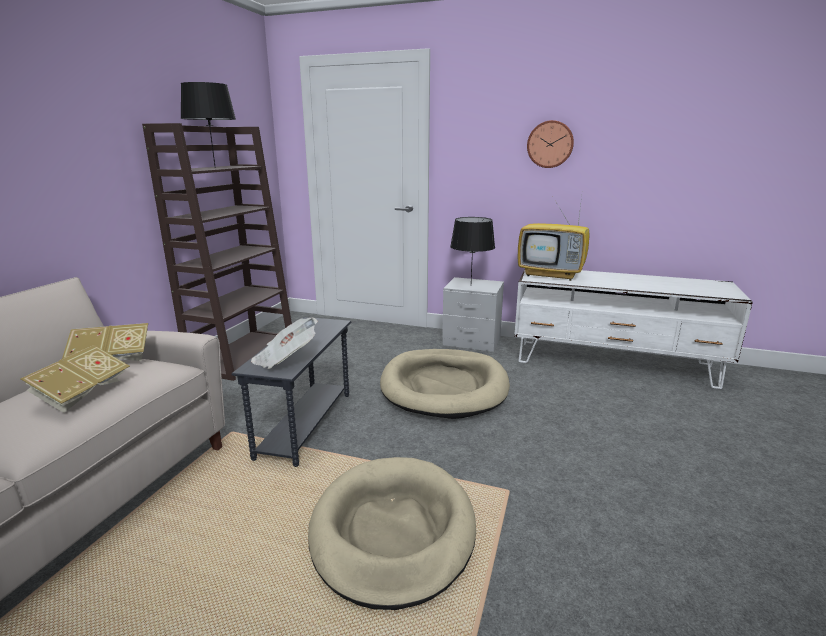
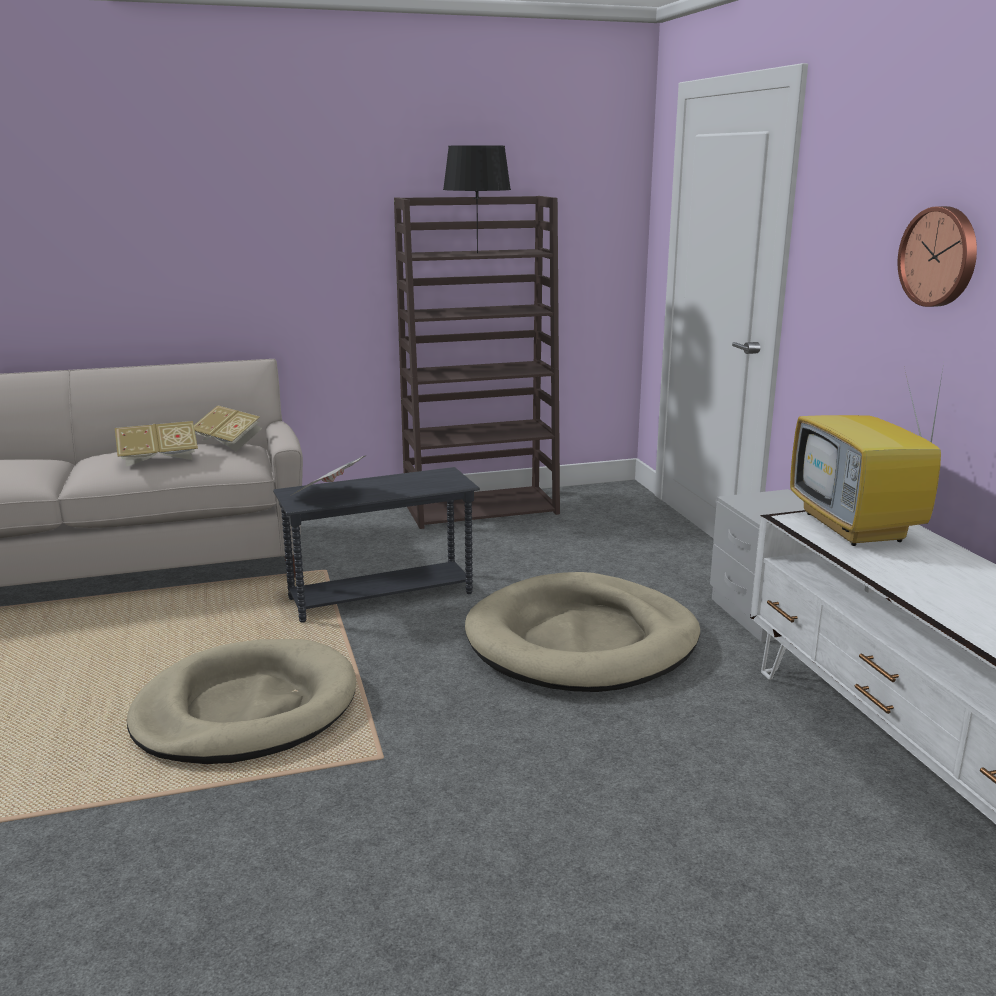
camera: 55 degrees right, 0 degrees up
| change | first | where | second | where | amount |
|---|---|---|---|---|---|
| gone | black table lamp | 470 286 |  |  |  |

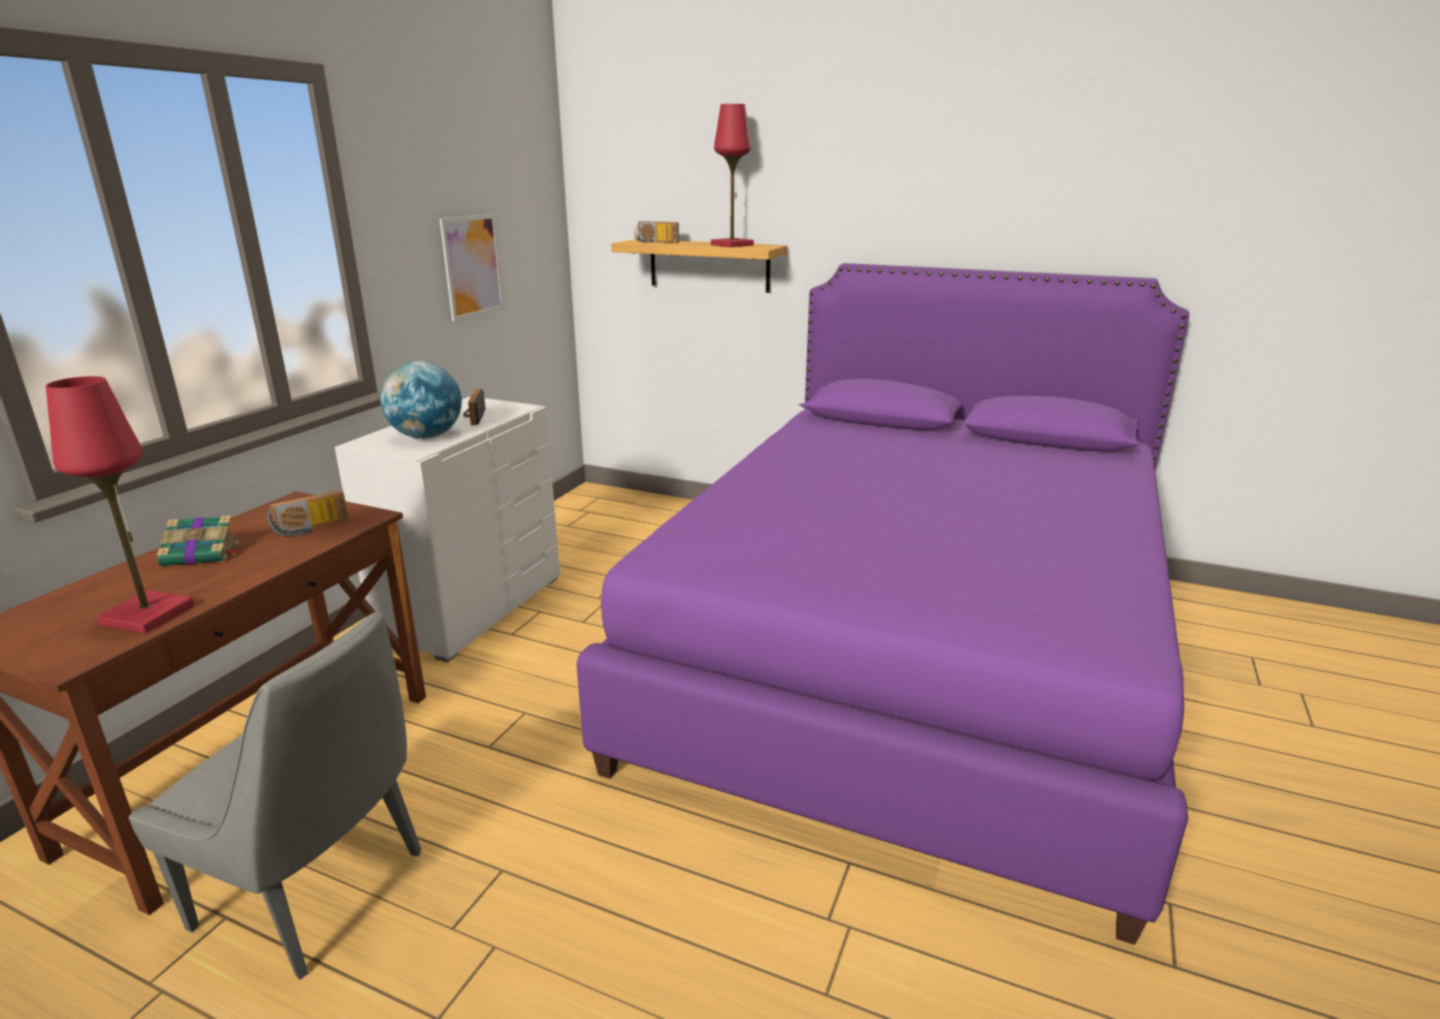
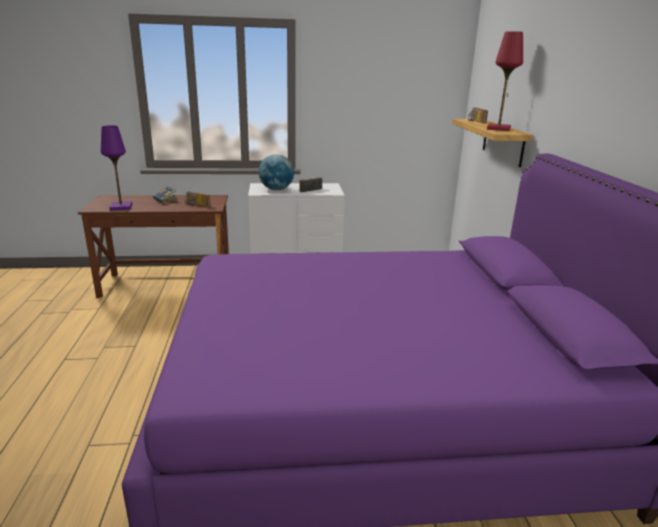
camera: 60 degrees right, 0 degrees up
| change | first | where | second | where | amount |
|---|---|---|---|---|---|
| repainted | red table lamp | 148 615 | purple table lamp | 121 207 |  |
| gone | grey chair | 317 891 |  |  |  |
| gone | picture | 472 266 |  |  |  |

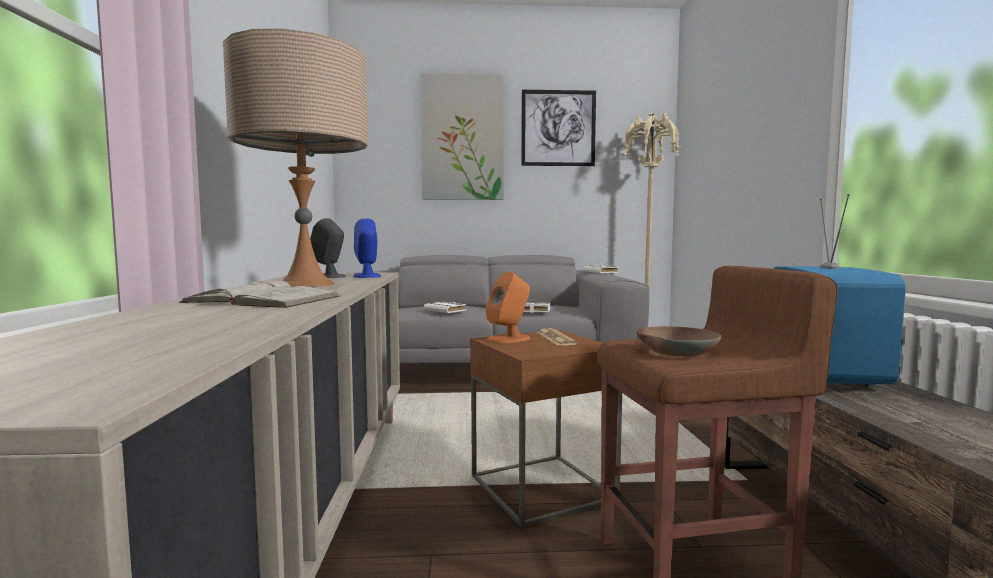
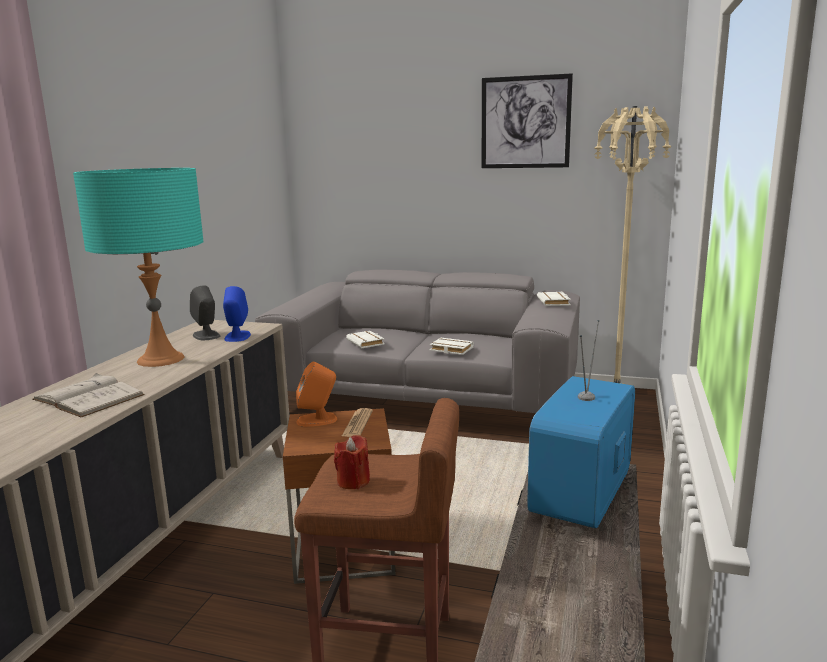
camera: 20 degrees right, 10 degrees up
| change | first | where | second | where | amount |
|---|---|---|---|---|---|
| repainted | beige table lamp | 306 284 | turquoise table lamp | 161 359 |  |
| gone | picture | 462 138 |  |  |  |
| swapped | brown bowl | 676 351 | red candle | 353 481 |  |

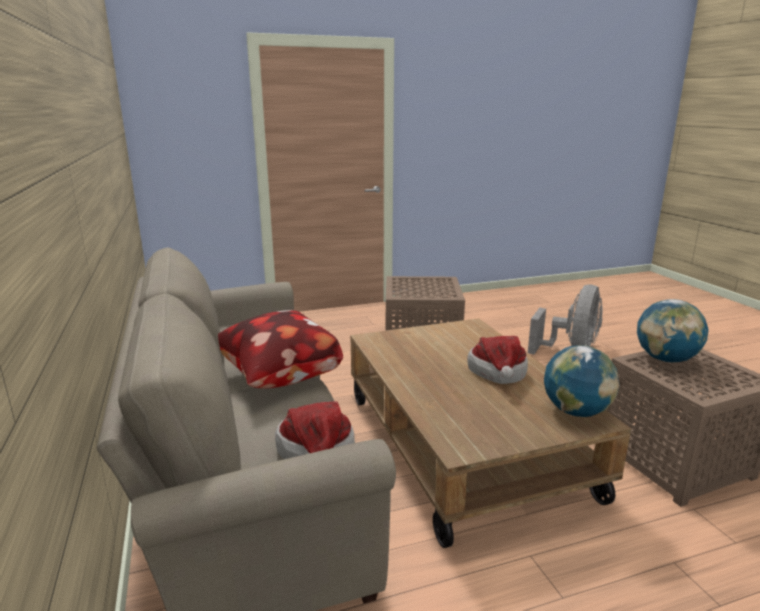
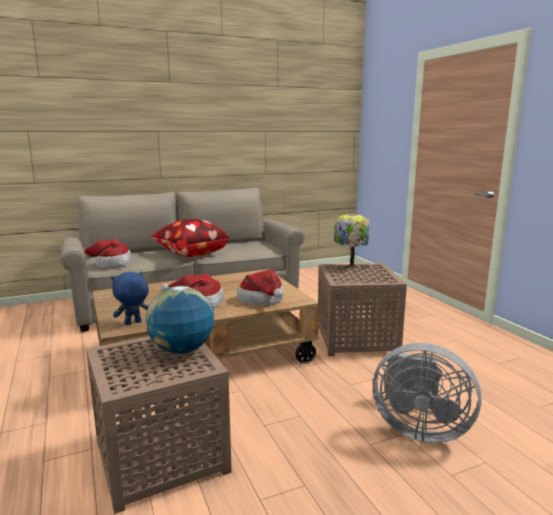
camera: 85 degrees right, 5 degrees down
| change | first | where | second | where | amount |
|---|---|---|---|---|---|
| swapped | globe | 576 411 | blue plush toy | 133 323 |  |
| new |  |  | hat | 262 300 |  |
| new |  |  | table lamp | 350 267 |  |

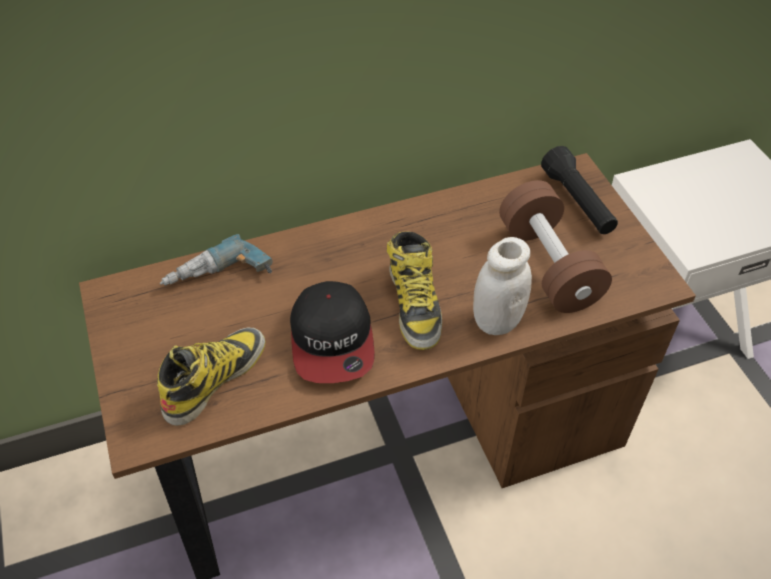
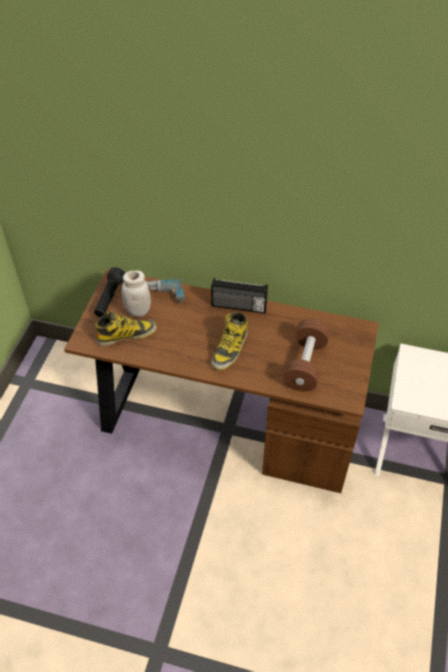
camera: 35 degrees right, 0 degrees up
| change | first | where | second | where | amount |
|---|---|---|---|---|---|
| gone | cap | 332 340 |  |  |  |
| shifted | white jar | 497 320 |  | 138 310 |  |
| shifted | black flashlight | 578 203 |  | 109 298 |  |
| new |  |  | radio | 239 307 |  |

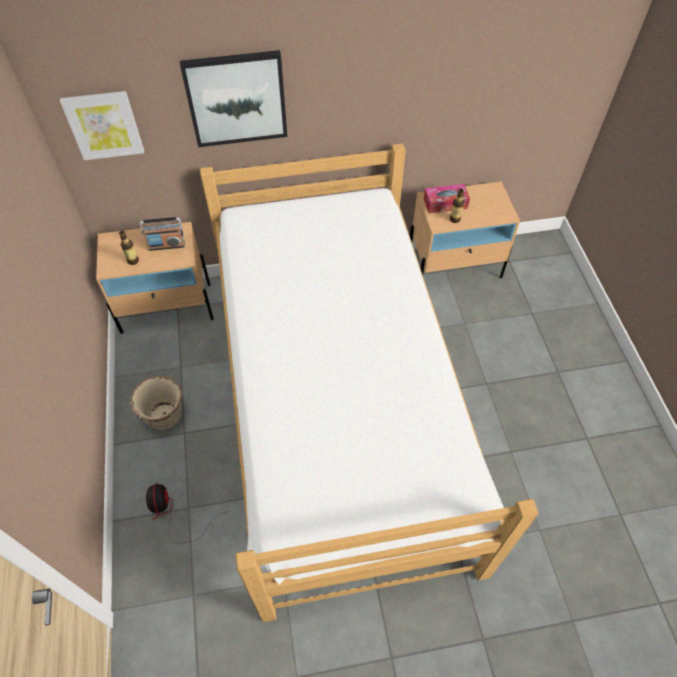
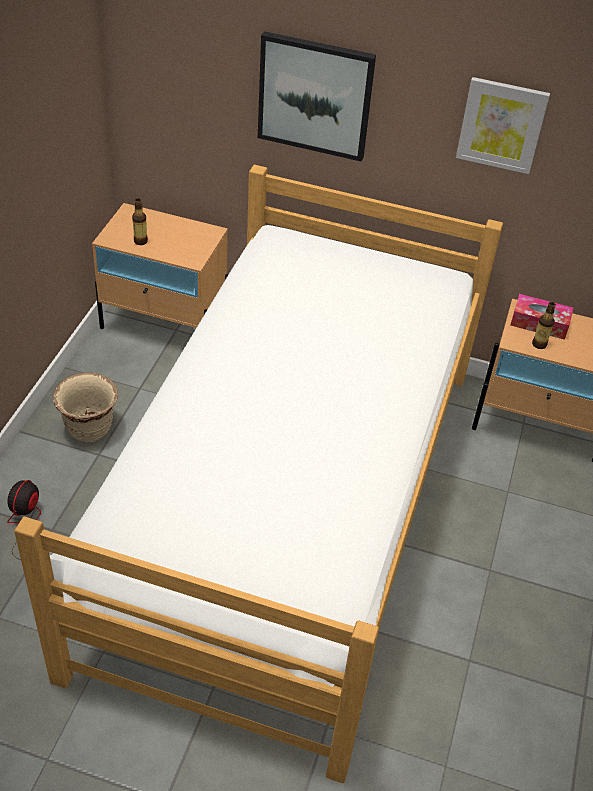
camera: 25 degrees right, 10 degrees down
| change | first | where | second | where | amount |
|---|---|---|---|---|---|
| shifted | picture | 104 125 |  | 501 125 |  |
| gone | radio | 166 245 |  |  |  |

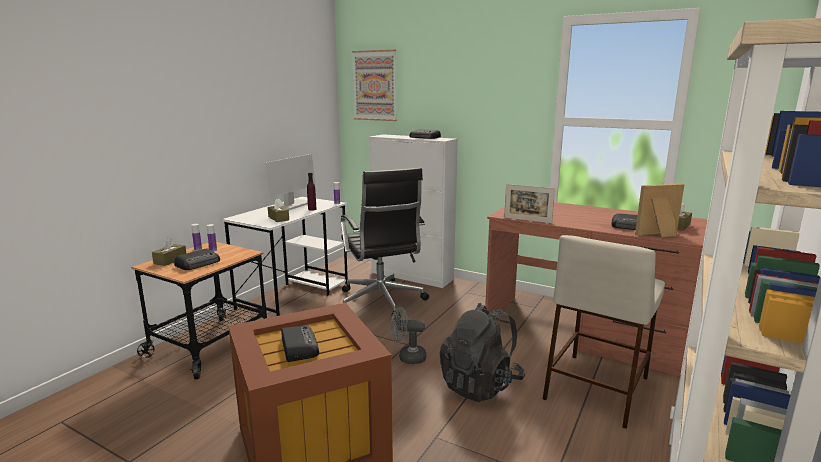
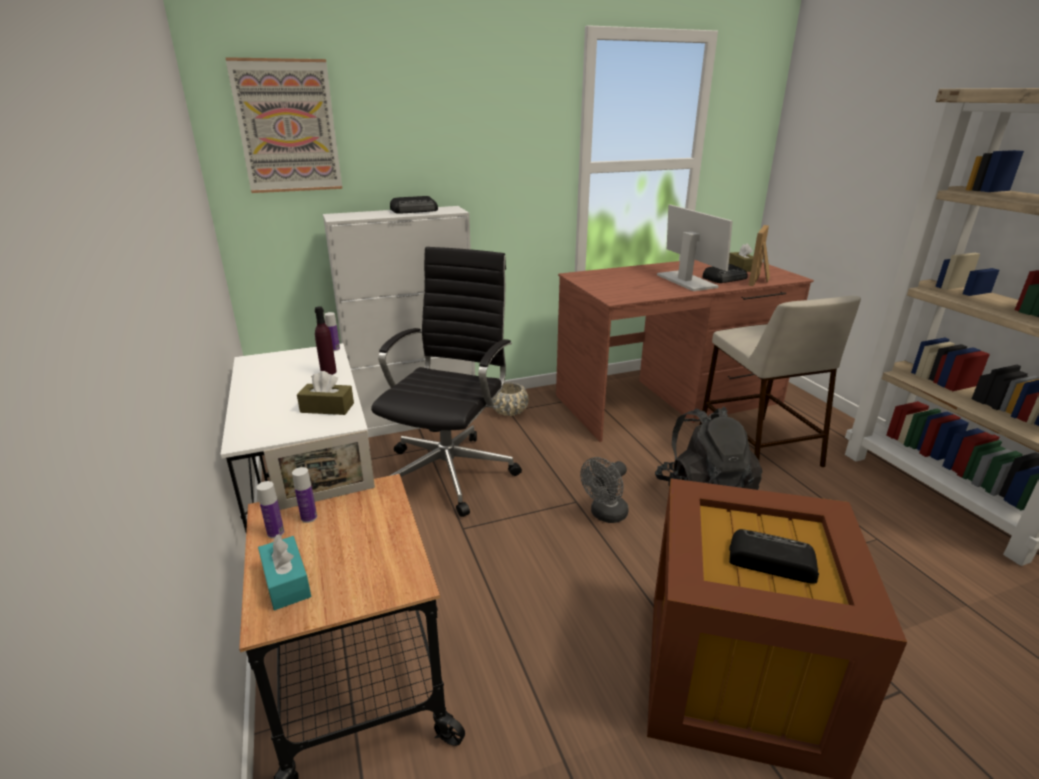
camera: 50 degrees left, 10 degrees up
| change | first | where | second | where | amount |
|---|---|---|---|---|---|
| repainted | brown tissue box | 170 260 | turquoise tissue box | 286 582 |  |
| gone | radio | 199 263 |  |  |  |
| shifted | monitor | 290 206 |  | 687 281 |  |
| rotated | black office chair | 381 302 |  | 451 470 | 90 degrees counterclockwise |
| shifted | picture frame | 527 220 |  | 327 498 |  |
| new |  |  | beige planter | 509 411 |  |

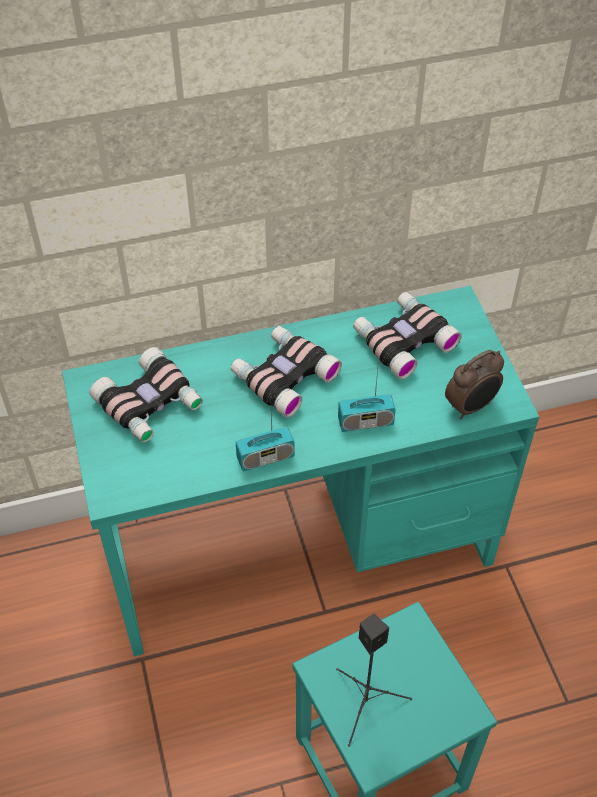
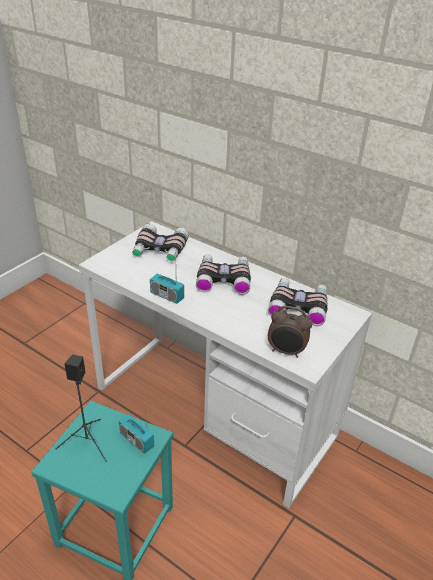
camera: 50 degrees right, 15 degrees down
| change | first | where | second | where | amount |
|---|---|---|---|---|---|
| repainted | turquoise desk | 298 543 | white desk | 213 411 |  |
| shifted | radio | 365 422 |  | 136 440 |  |

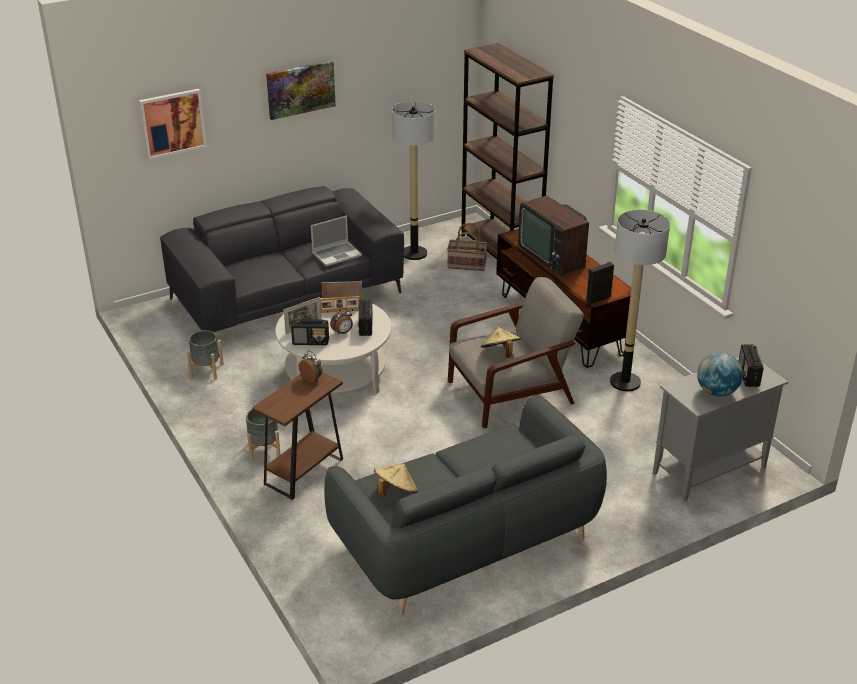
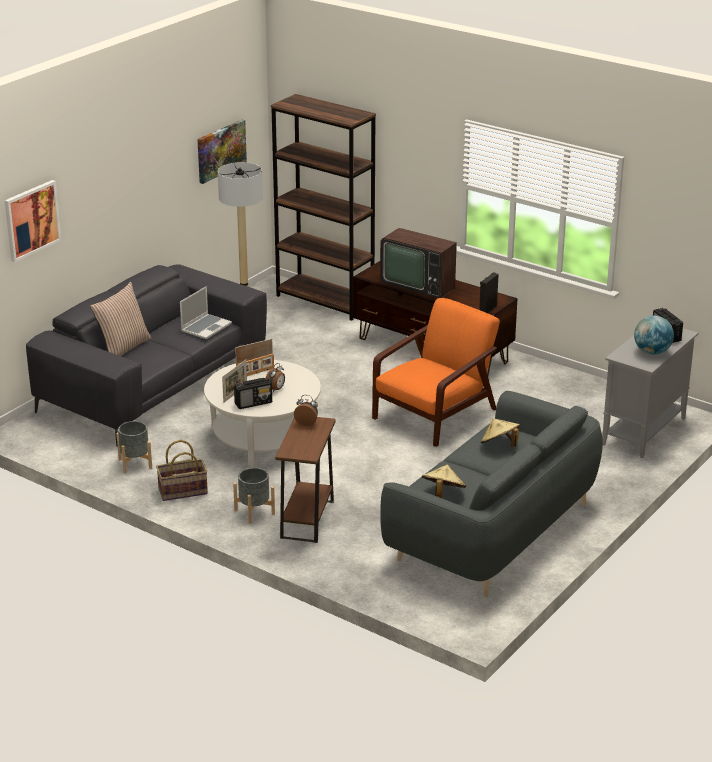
camera: 25 degrees left, 5 degrees down
| change | first | where | second | where | amount |
|---|---|---|---|---|---|
| shifted | picture | 300 89 |  | 221 150 |  |
| gone | radio | 365 327 |  |  |  |
| shifted | basket | 466 265 |  | 182 492 |  |
| repainted | grey armchair | 512 392 | orange armchair | 436 413 |  |
| shifted | beige hat | 500 353 |  | 499 445 |  |
| gone | floor lamp | 625 382 |  |  |  |
| new |  |  | pillow | 123 348 |  |

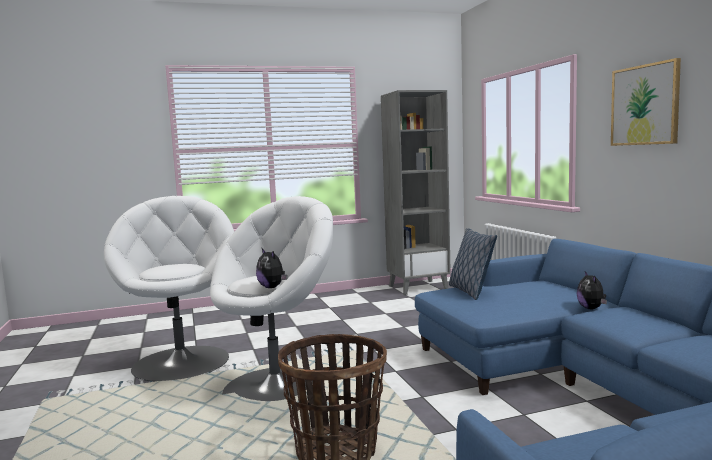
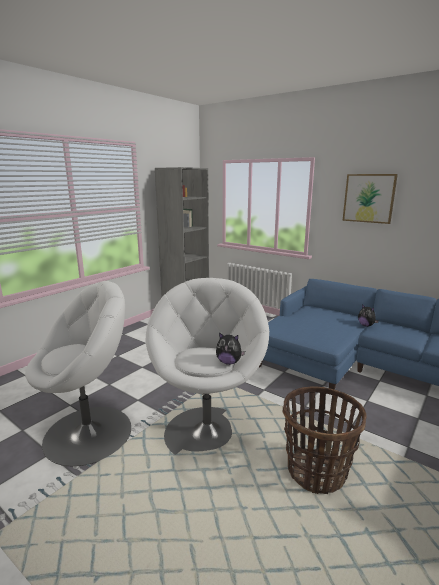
camera: 35 degrees left, 10 degrees up
| change | first | where | second | where | amount |
|---|---|---|---|---|---|
| rotated | white armchair | 182 361 |  | 90 433 | 105 degrees clockwise |
| gone | pillow | 470 291 |  |  |  |

